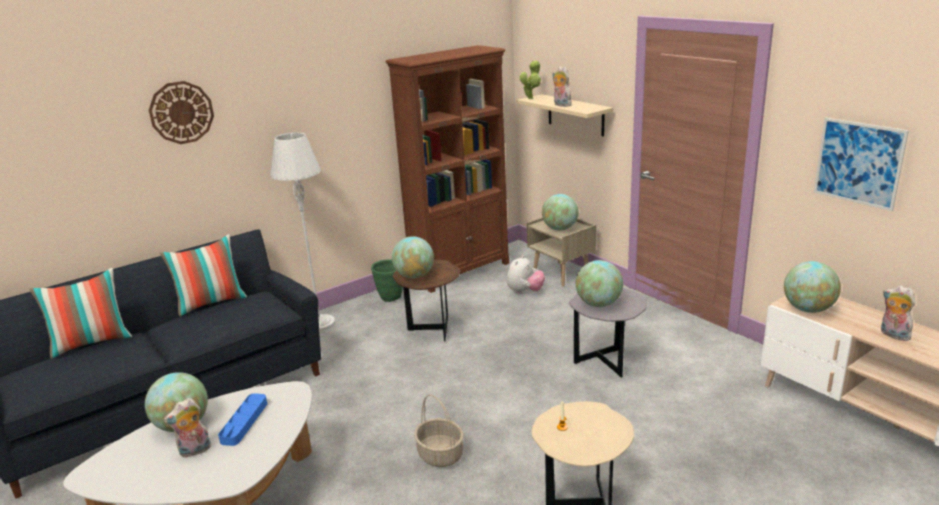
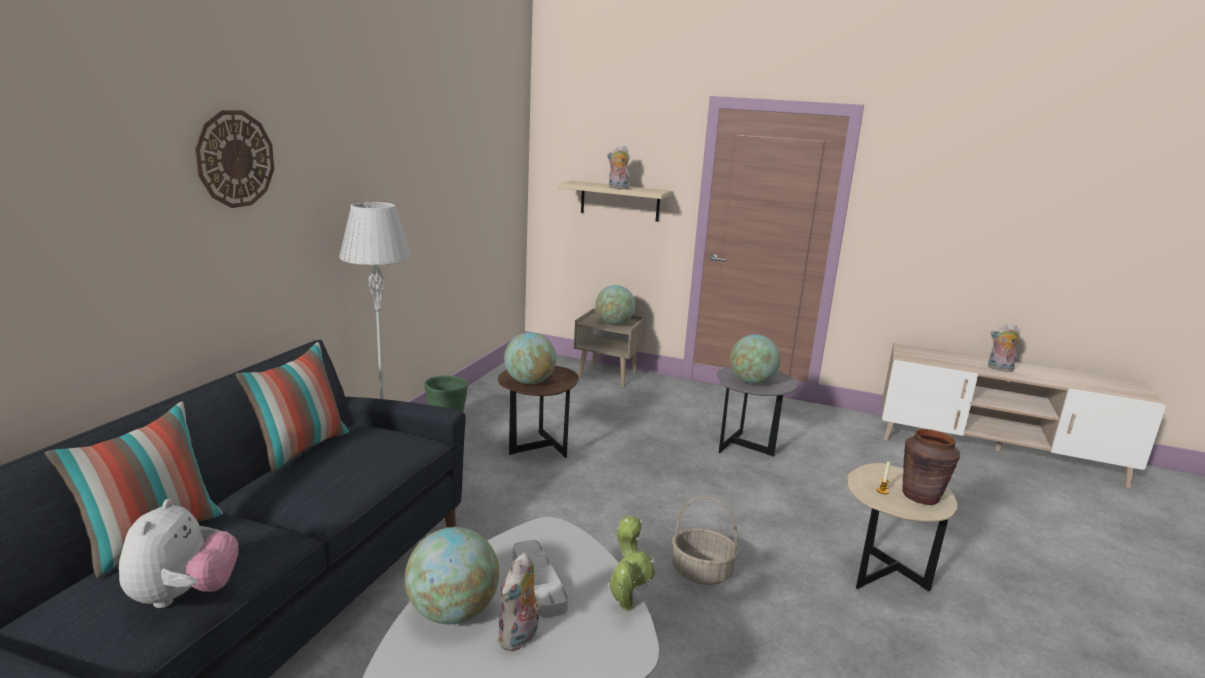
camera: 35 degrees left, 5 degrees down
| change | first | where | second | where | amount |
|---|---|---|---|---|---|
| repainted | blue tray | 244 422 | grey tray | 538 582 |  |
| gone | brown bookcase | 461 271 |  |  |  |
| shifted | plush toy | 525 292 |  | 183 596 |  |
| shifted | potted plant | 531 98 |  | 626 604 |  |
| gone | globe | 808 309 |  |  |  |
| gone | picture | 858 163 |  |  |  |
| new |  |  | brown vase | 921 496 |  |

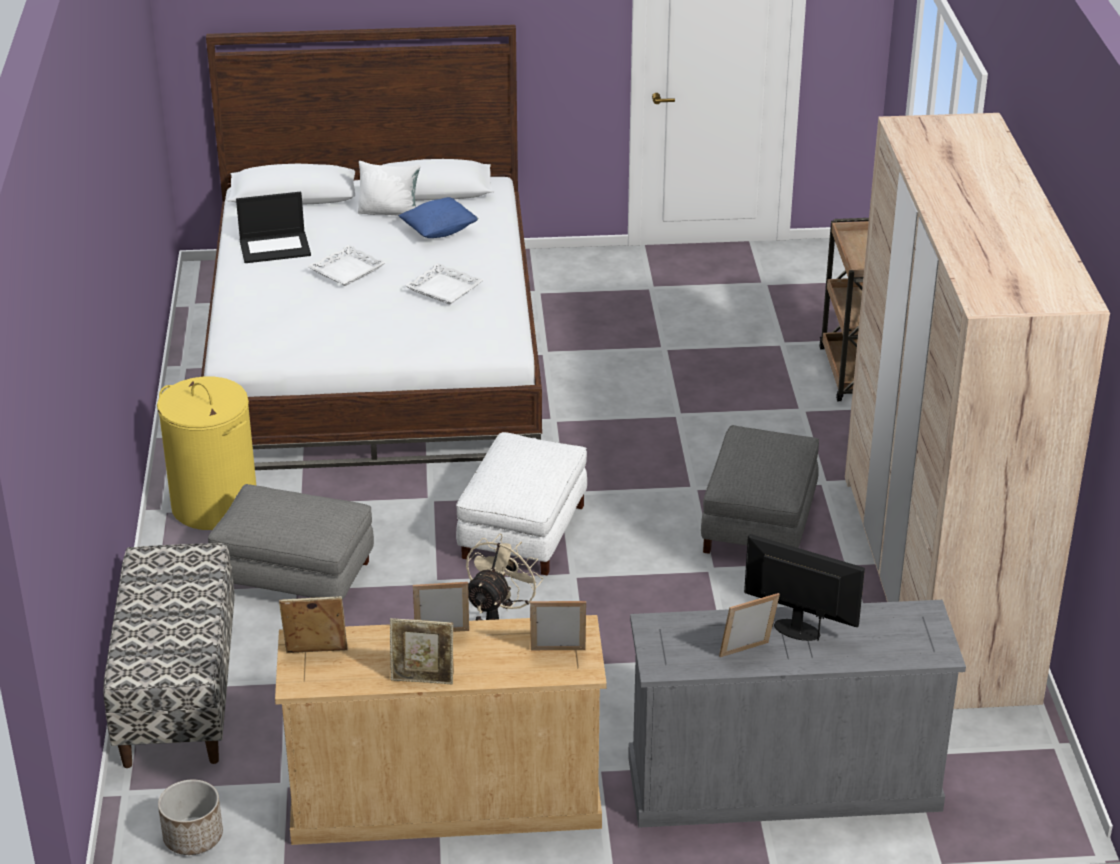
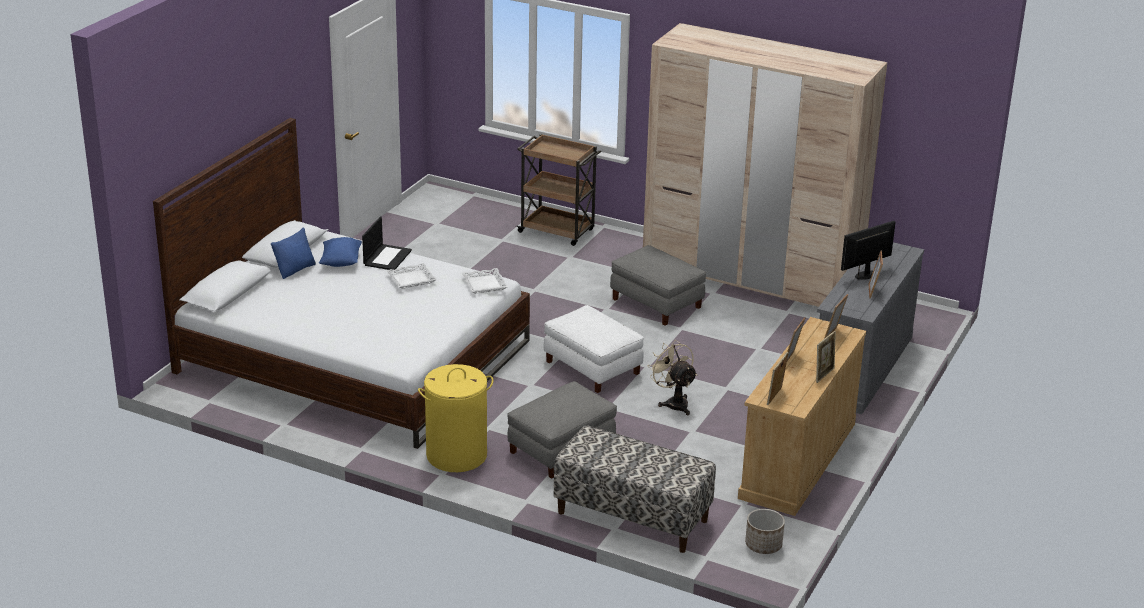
camera: 60 degrees left, 5 degrees down
| change | first | where | second | where | amount |
|---|---|---|---|---|---|
| shifted | laptop | 275 247 |  | 387 257 |  |
| shifted | white tray | 347 271 |  | 485 284 |  |
| repainted | white pillow | 389 212 | blue pillow | 295 269 |  |

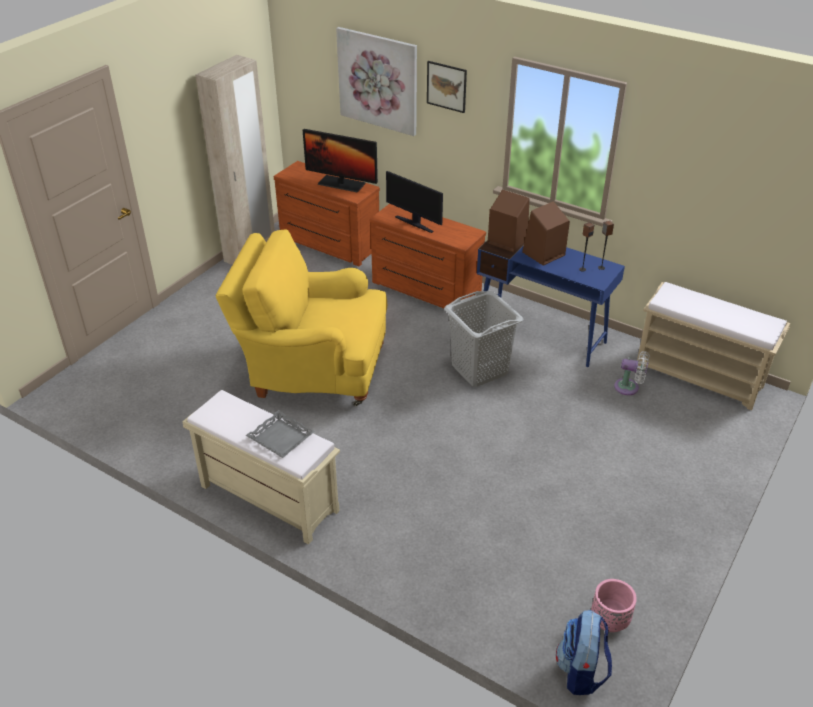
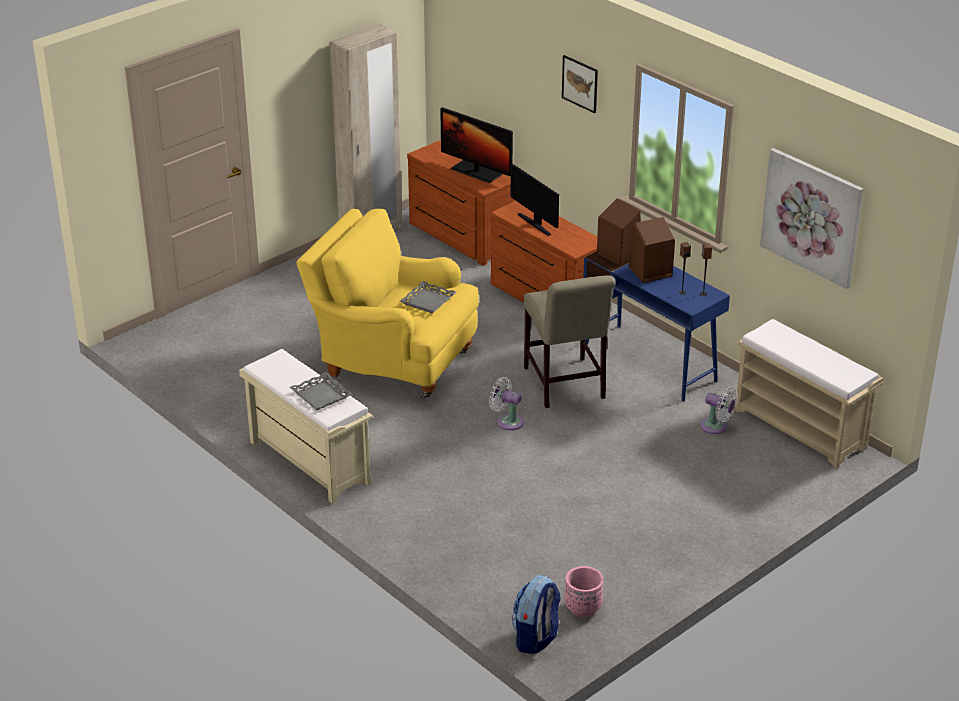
camera: 15 degrees right, 5 degrees down
| change | first | where | second | where | amount |
|---|---|---|---|---|---|
| shifted | picture | 378 81 |  | 811 217 |  |
| swapped | grey laundry basket | 479 370 | beige chair | 565 386 |  |
| new |  |  | grey tray | 428 301 |  |
| new |  |  | white fan | 507 421 |  |

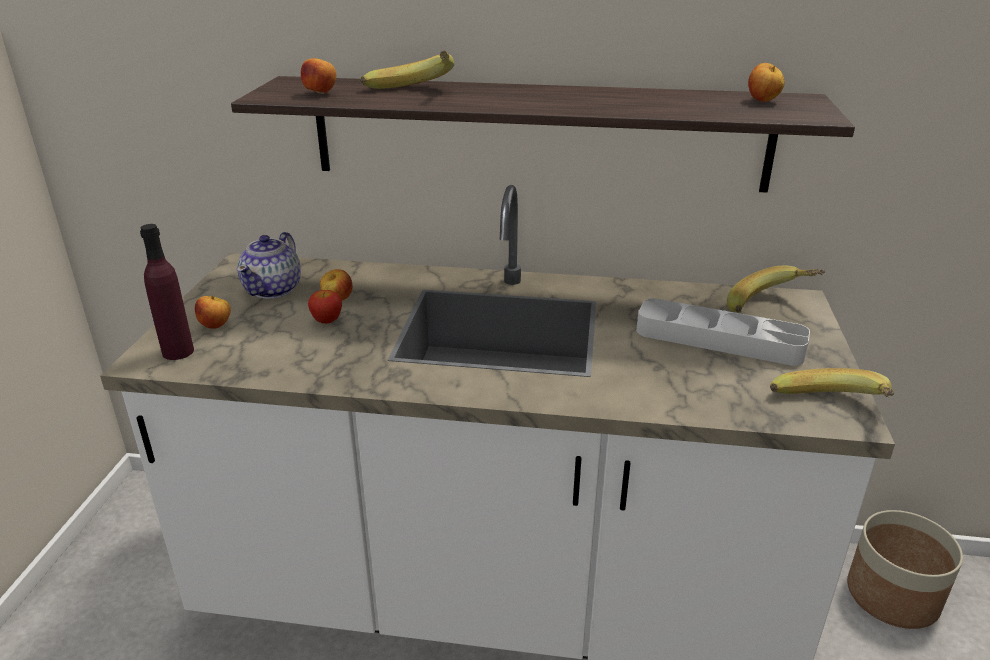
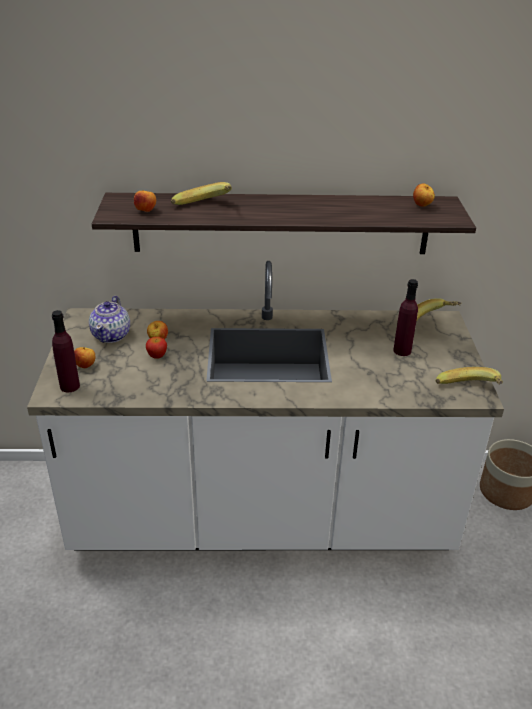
camera: 10 degrees left, 5 degrees up
| change | first | where | second | where | amount |
|---|---|---|---|---|---|
| swapped | grey tray | 719 339 | purple bottle | 402 351 |  |

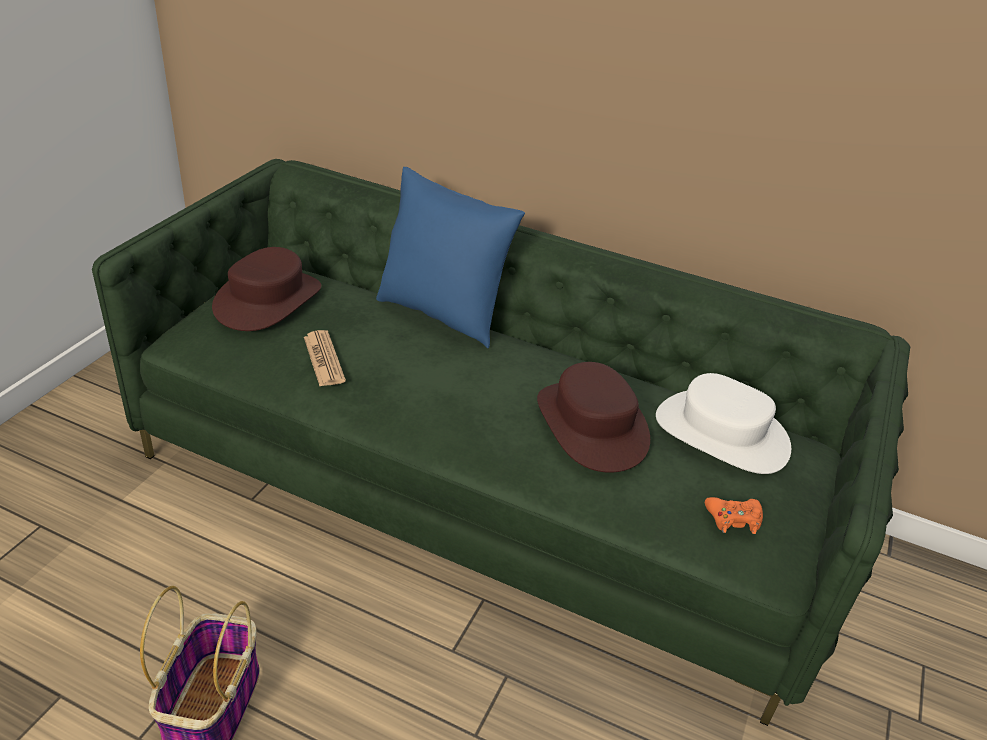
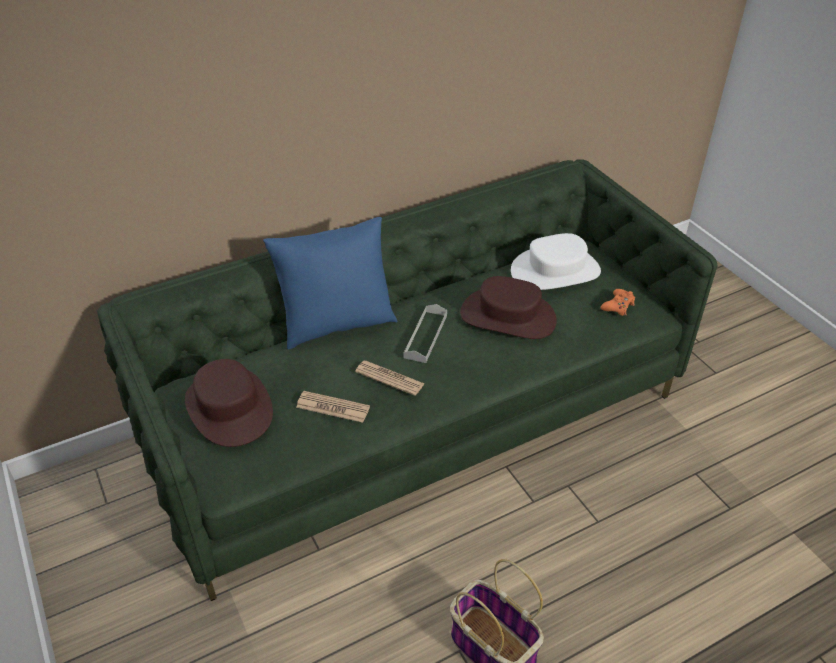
camera: 50 degrees left, 5 degrees up
| change | first | where | second | where | amount |
|---|---|---|---|---|---|
| new |  |  | newspaper | 389 378 |  |
| new |  |  | grey tray | 425 336 |  |

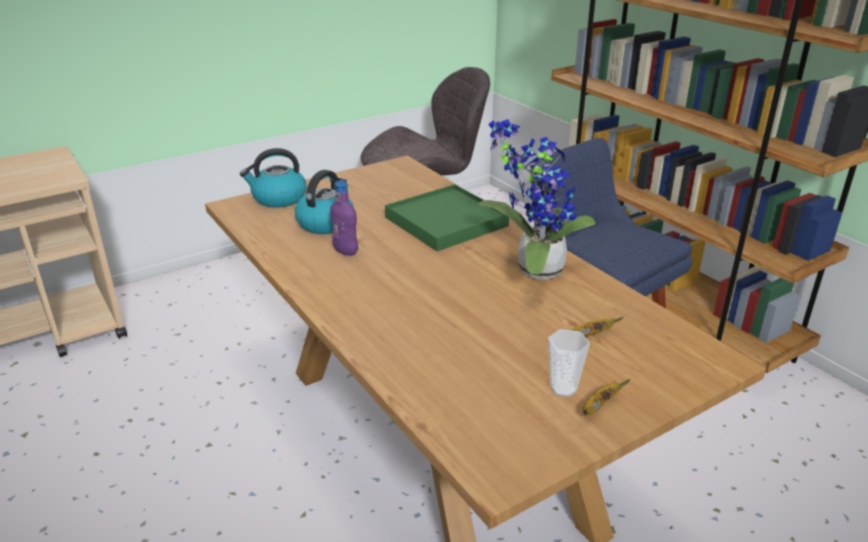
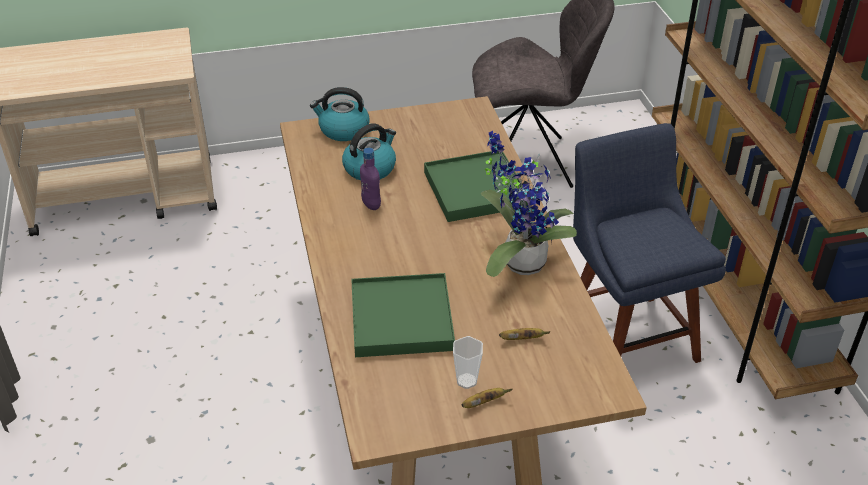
camera: 20 degrees right, 10 degrees up
| change | first | where | second | where | amount |
|---|---|---|---|---|---|
| new |  |  | green tray | 401 319 |  |

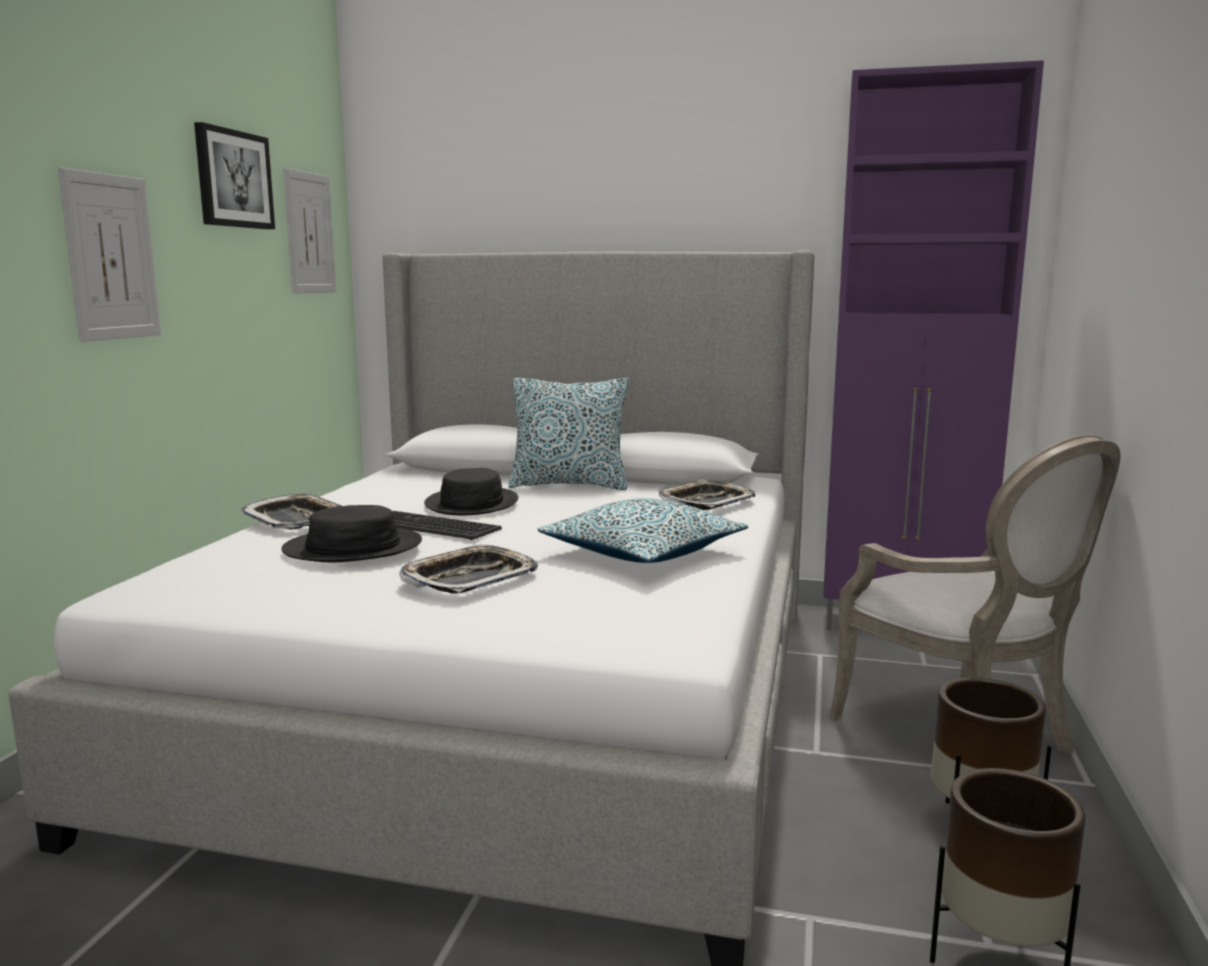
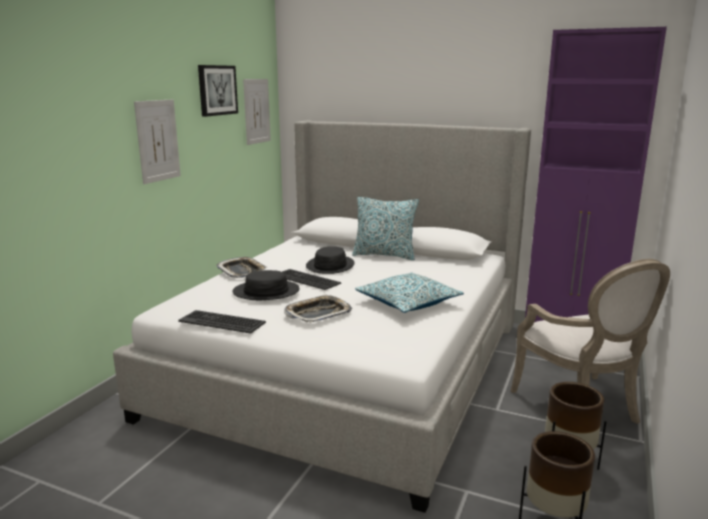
camera: 10 degrees right, 5 degrees up
| change | first | where | second | where | amount |
|---|---|---|---|---|---|
| gone | tray | 706 502 |  |  |  |
| new |  |  | keyboard | 222 322 |  |

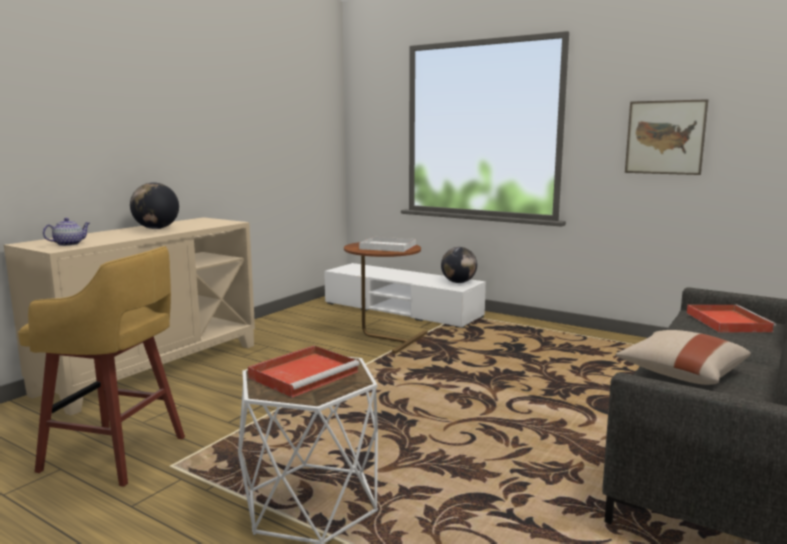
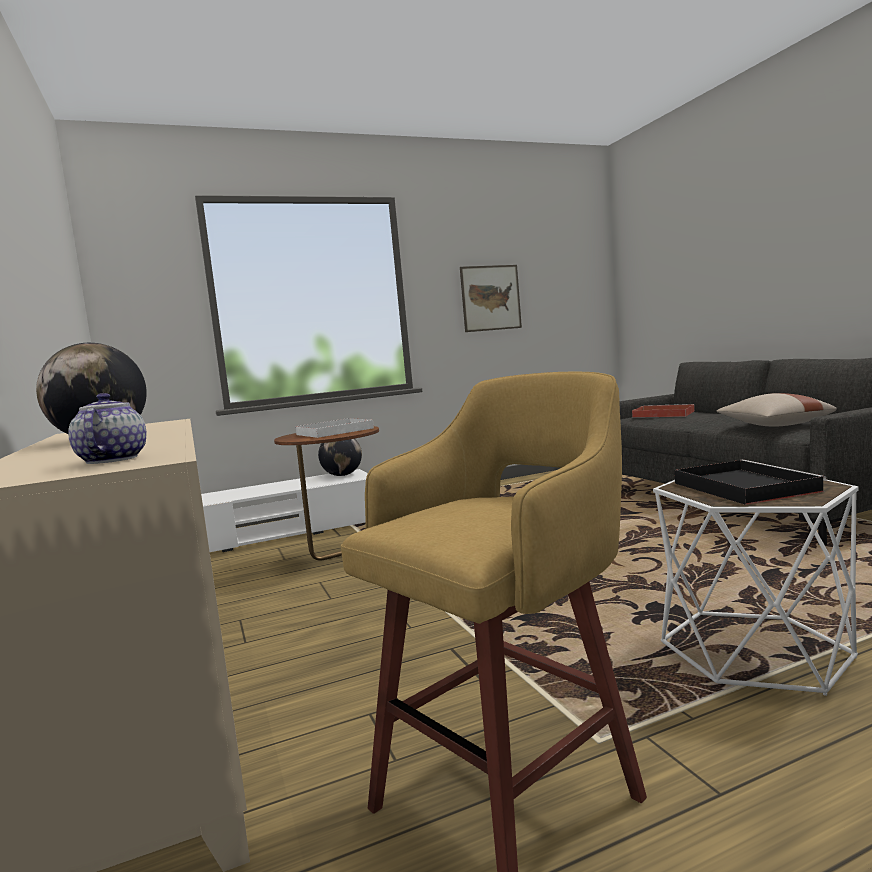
camera: 55 degrees left, 5 degrees down
| change | first | where | second | where | amount |
|---|---|---|---|---|---|
| repainted | red tray | 305 374 | black tray | 742 487 |  |

